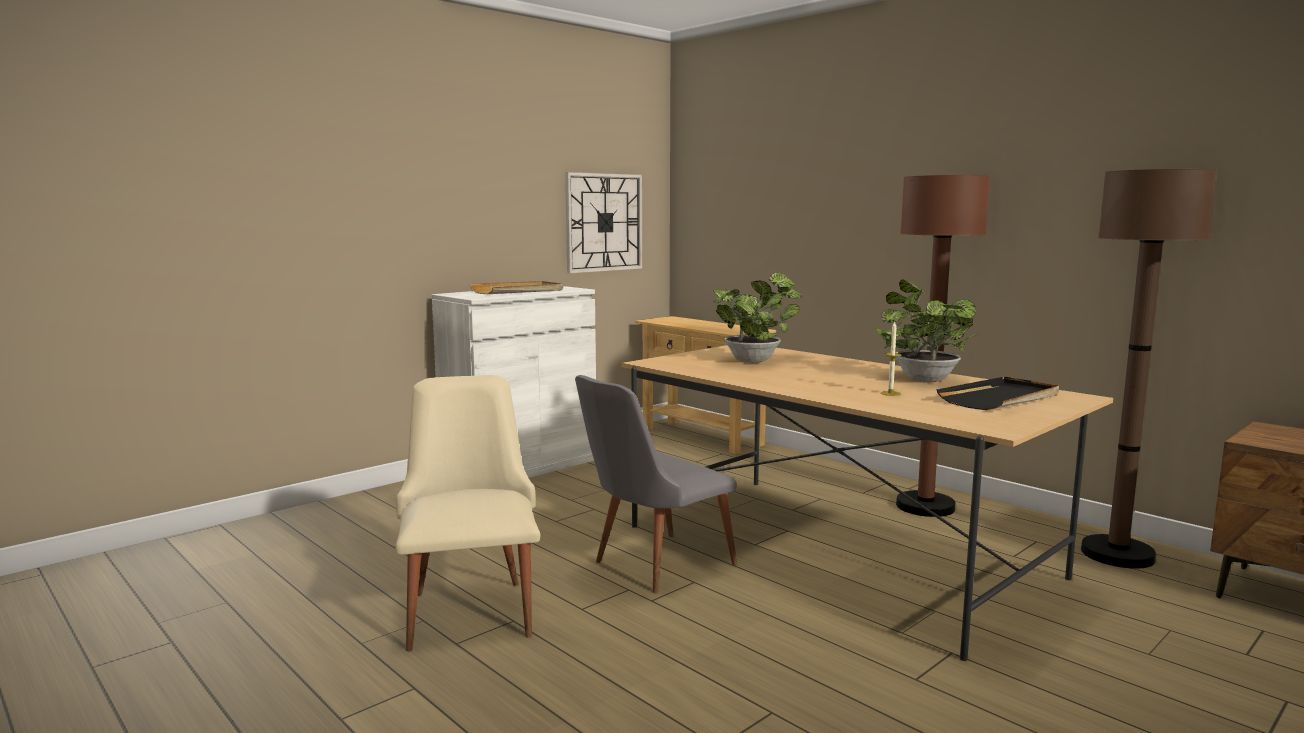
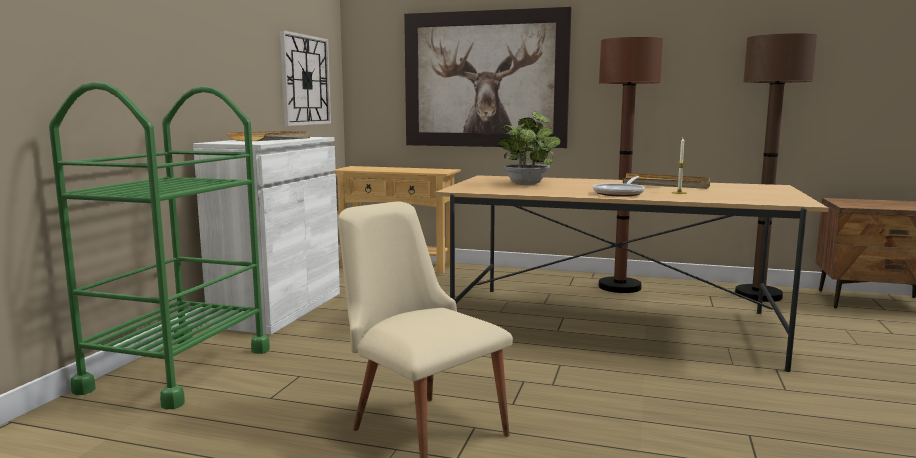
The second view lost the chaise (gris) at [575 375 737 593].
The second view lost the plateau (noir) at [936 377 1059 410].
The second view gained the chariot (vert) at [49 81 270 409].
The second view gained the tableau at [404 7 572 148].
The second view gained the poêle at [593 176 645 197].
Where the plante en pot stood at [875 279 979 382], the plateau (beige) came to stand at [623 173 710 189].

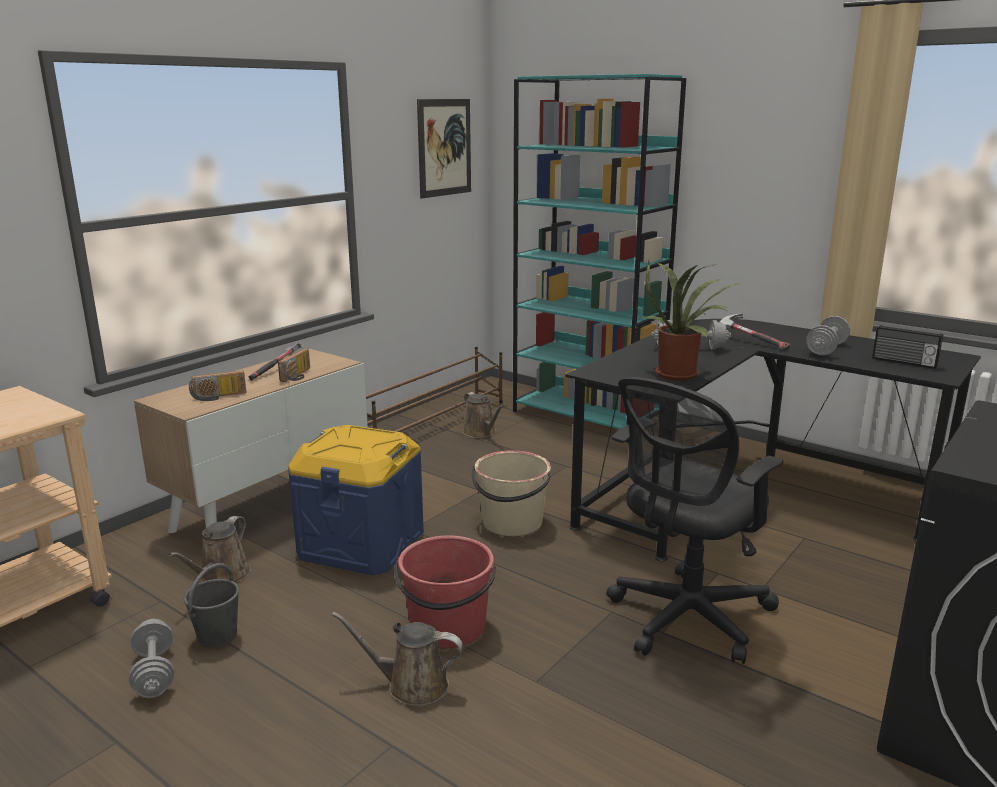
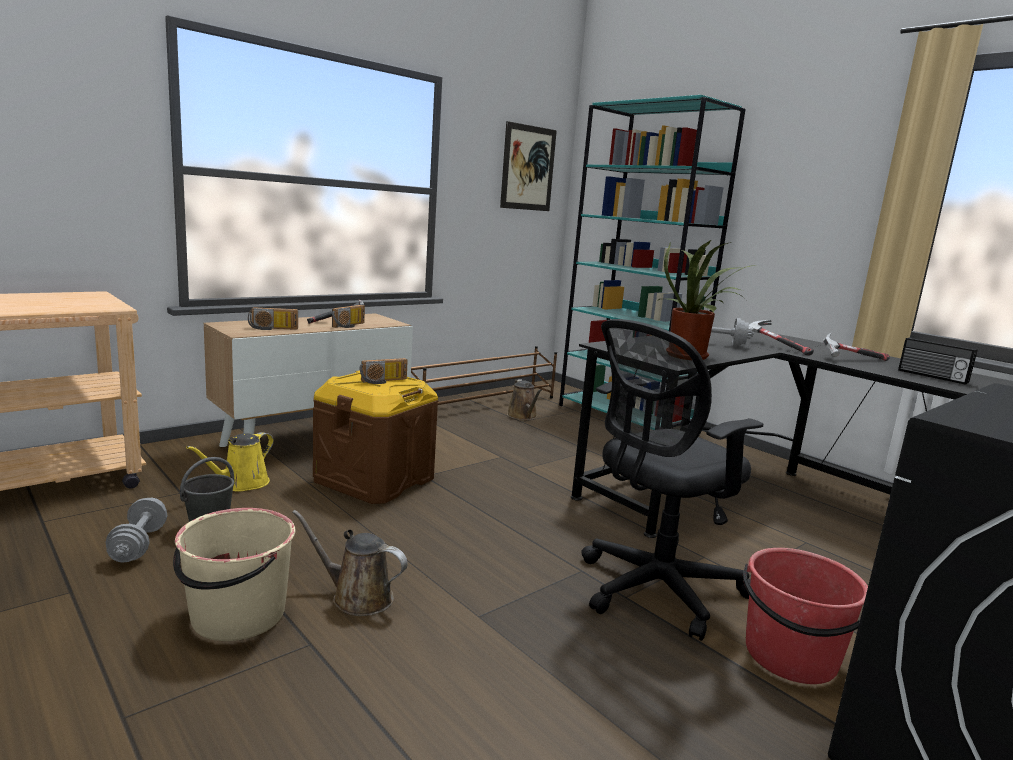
The second view gained the radio at [360 358 408 384].
The seau (rouge) ended up elsewhere, having gone from [394 535 496 649] to [743 548 868 684].
The seau (beige) ended up elsewhere, having gone from [471 450 551 536] to [173 508 295 641].
Where the haltère (gris) stood at [806 316 850 355], the marteau came to stand at [823 332 890 361].
What was the arrosoir (marron) at [169 516 251 583] turned into the arrosoir (jaune) at [186 432 274 492].
What was the boîte de rangement (bleu) at [288 425 424 575] turned into the boîte de rangement (marron) at [313 371 438 504].

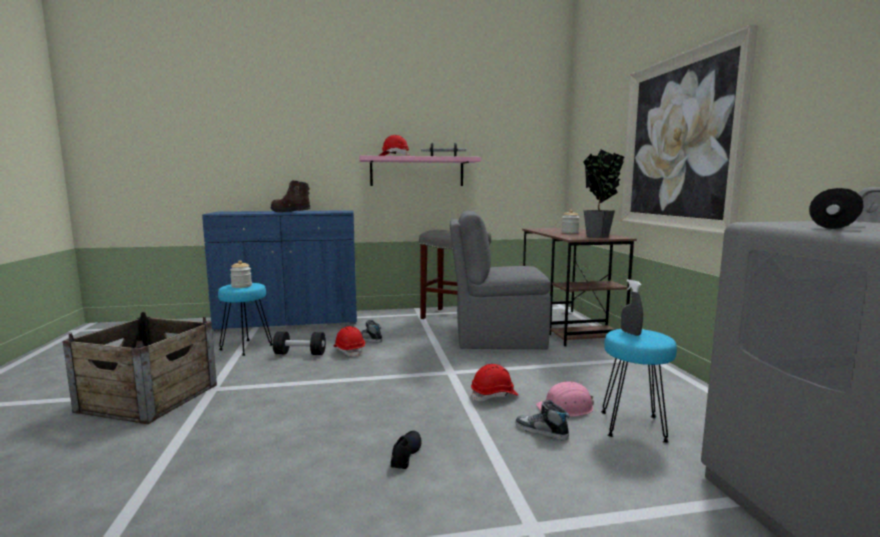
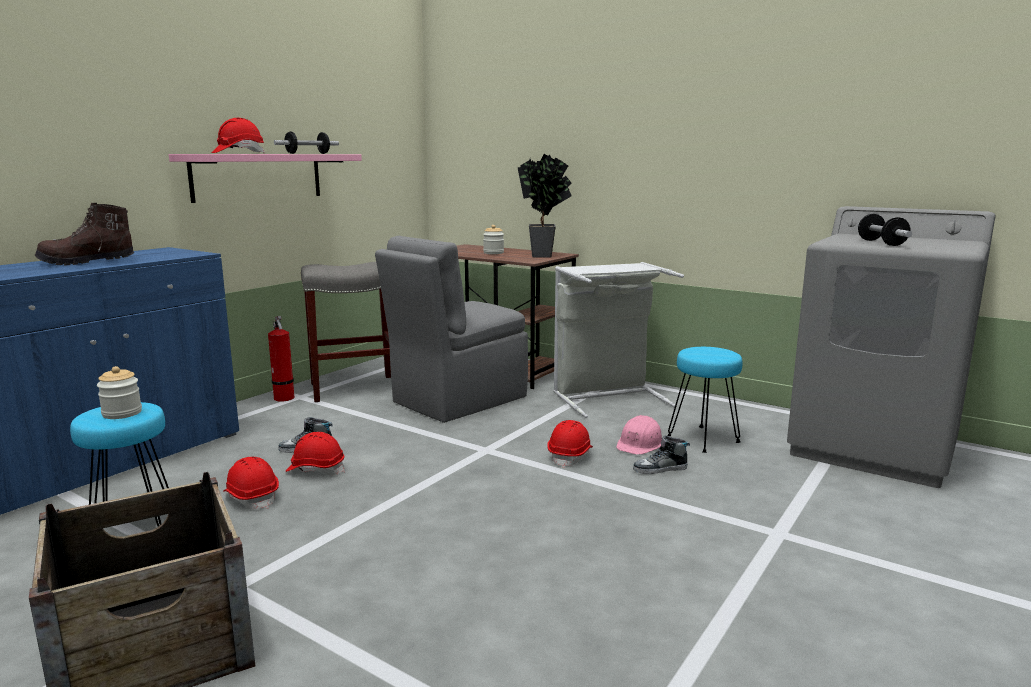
The second view lost the chaussure (noir) at [391 431 421 469].
The second view lost the tableau at [621 25 758 235].
The second view lost the vaporisateur (gris) at [621 279 643 336].
The second view gained the extincteur at [268 316 294 402].
The second view gained the panier à linge (gris) at [553 262 684 418].
Where the haltère (noir) stood at [273 332 326 355], the casque de chantier (rouge) came to stand at [223 457 279 509].

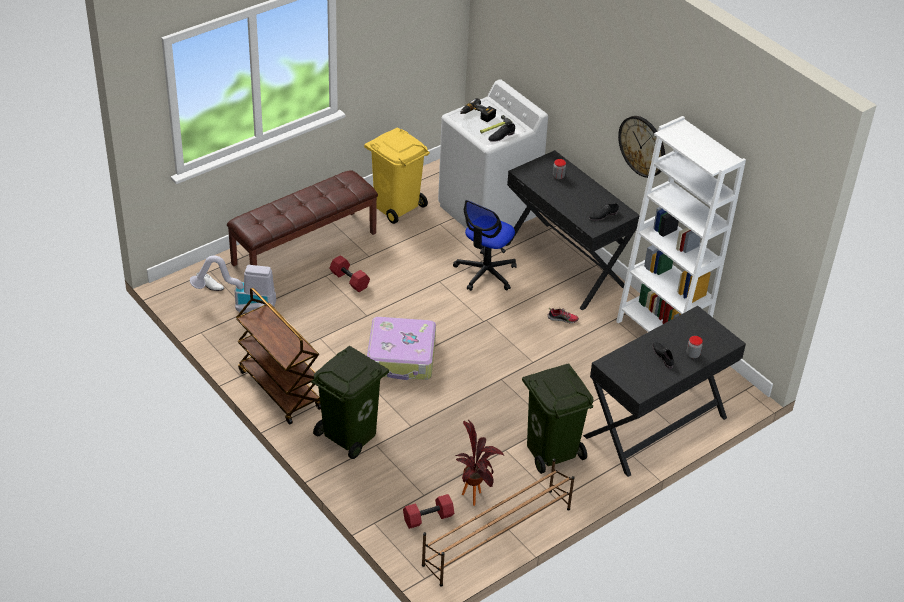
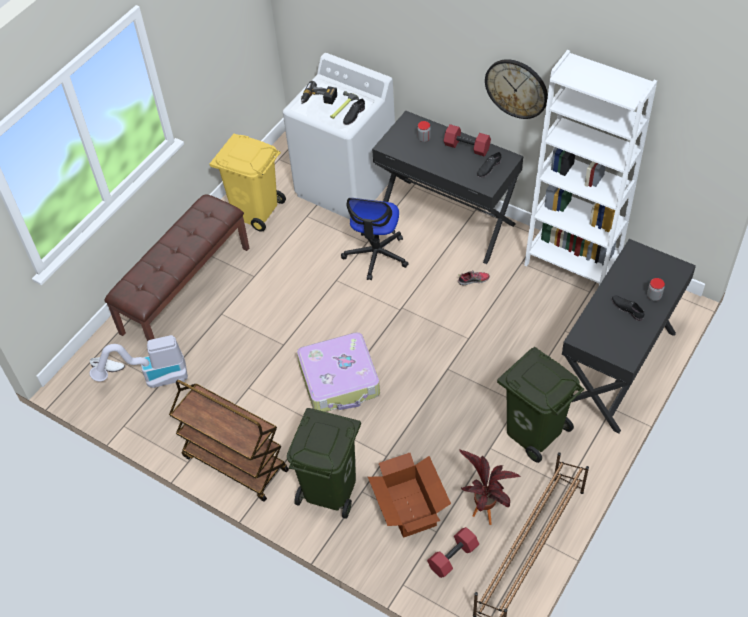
The second view gained the carton at [368 453 451 538].
The haltère (rouge) ended up elsewhere, having gone from [329 255 370 292] to [444 124 491 157].

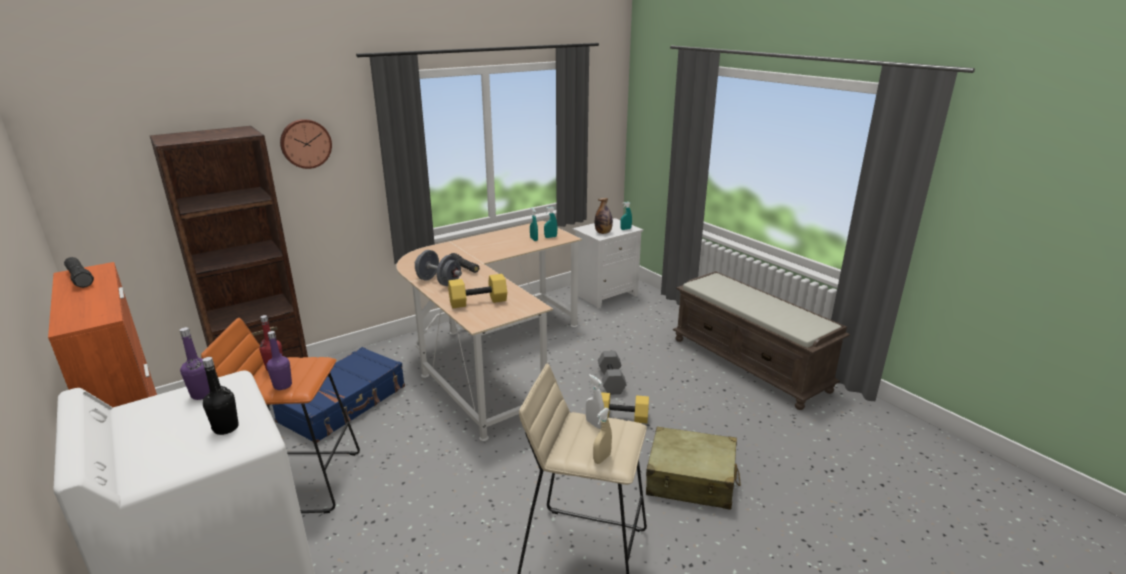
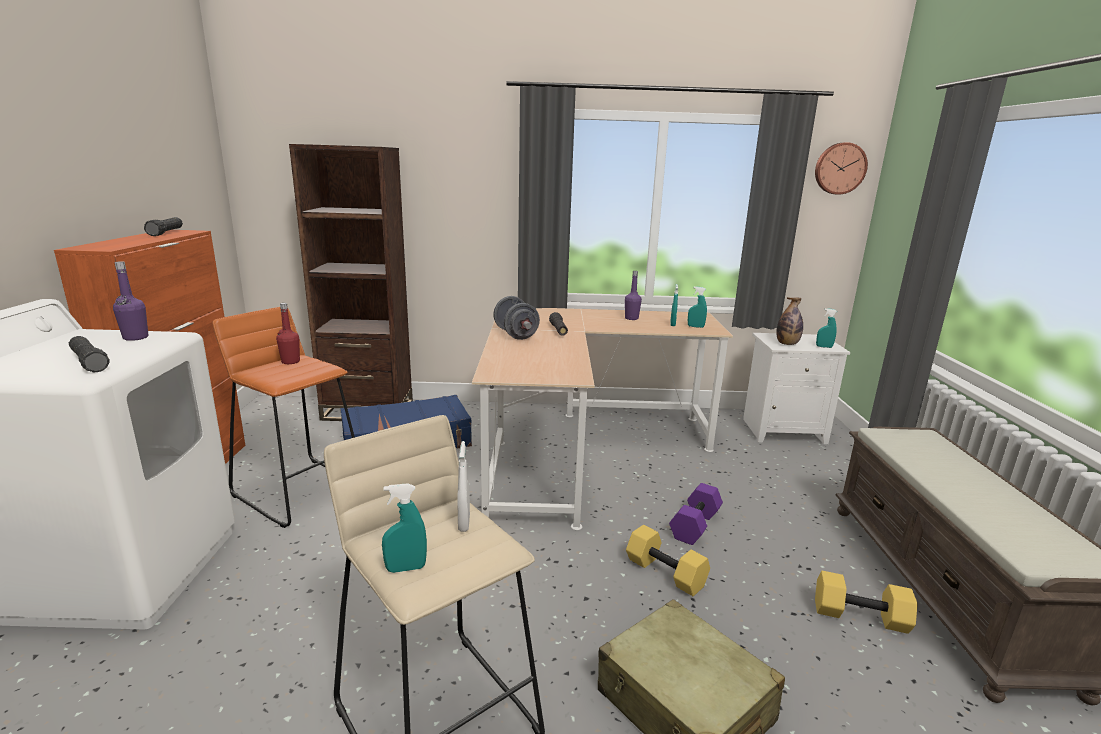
The bouteille (violet) ended up elsewhere, having gone from [266 331 292 390] to [625 271 642 320].
The horloge murale ended up elsewhere, having gone from [280 119 332 169] to [815 142 868 195].
The haltère (jaune) ended up elsewhere, having gone from [448 274 507 308] to [815 571 918 634].
Where the bouteille (noir) stood at [202 357 239 435], the lampe de poche (noir) came to stand at [69 336 110 372].
What was the vaporisateur (beige) at [593 408 612 464] turned into the vaporisateur (turquoise) at [382 483 427 573].
What was the haltère (gris) at [598 351 627 395] turned into the haltère (violet) at [669 483 723 545].

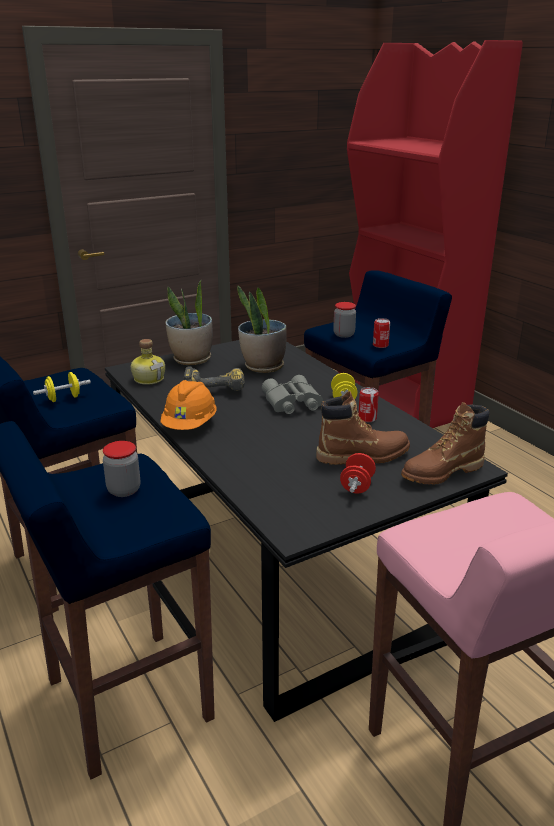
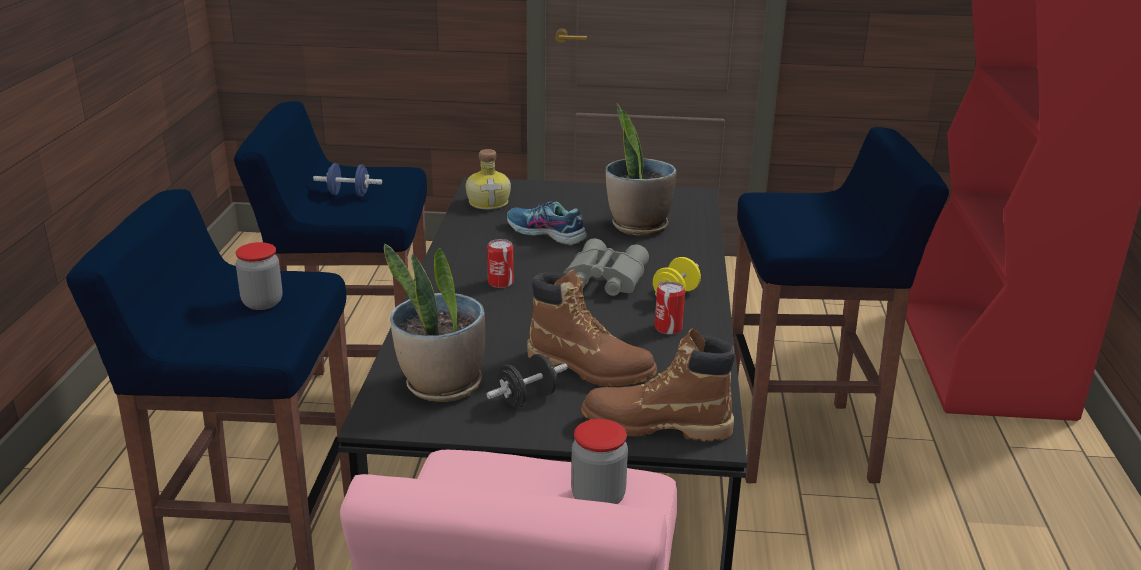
The second view lost the casque de chantier (orange) at [161 380 217 430].
The plante en pot ended up elsewhere, having gone from [165 280 213 365] to [384 244 485 402].
The bocal ended up elsewhere, having gone from [333 302 356 338] to [571 419 628 504].
The boîte métallique ended up elsewhere, having gone from [373 318 390 348] to [487 239 514 288].
Where the perceuse stood at [184 366 245 391], the chaussure came to stand at [507 201 587 245].
What was the haltère (jaune) at [33 372 91 402] turned into the haltère (bleu) at [313 163 382 197].
What was the haltère (rouge) at [340 453 376 494] turned into the haltère (noir) at [486 354 568 407].

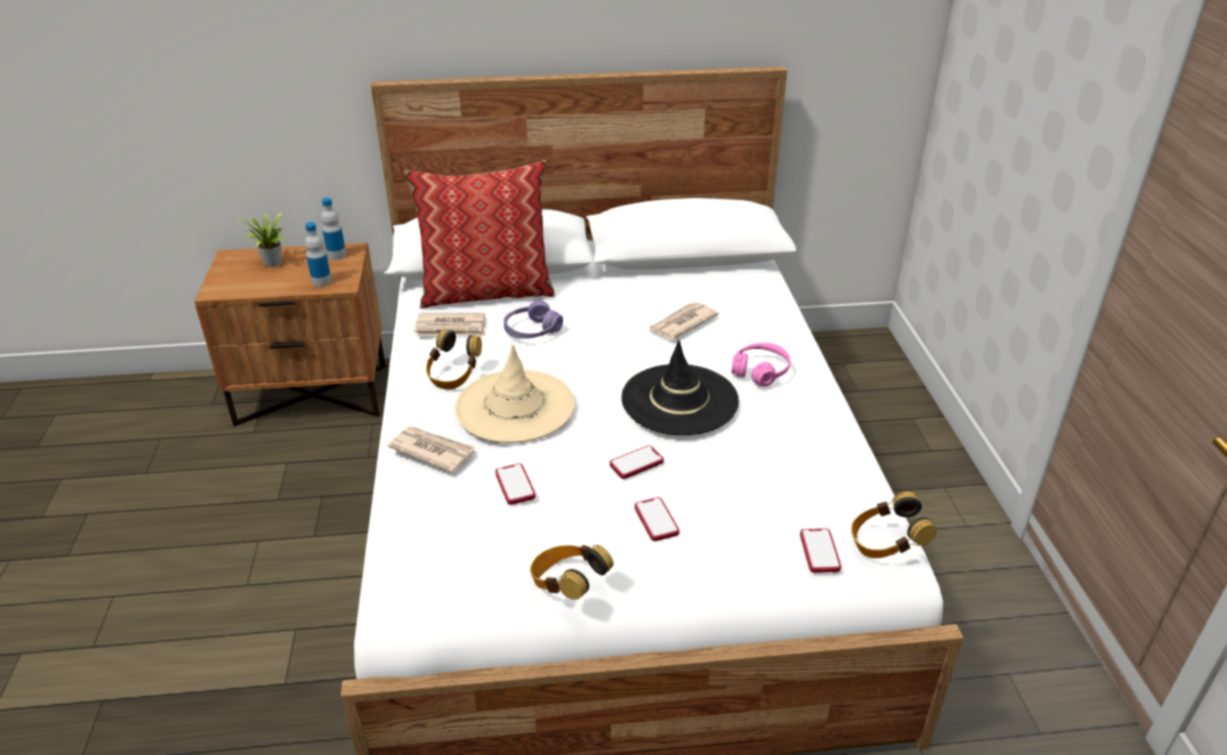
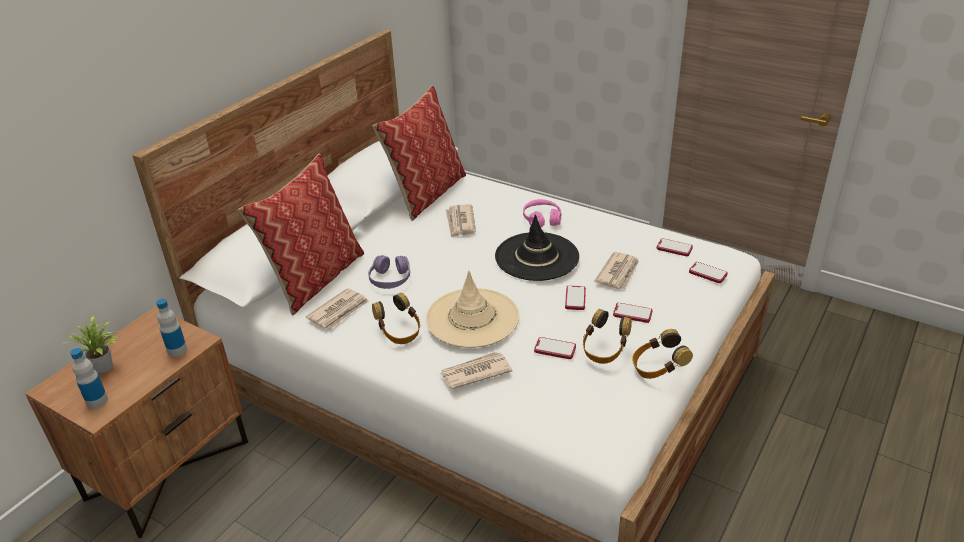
The second view gained the coussin at [372 85 466 221].
The second view gained the journal at [594 252 639 289].
The second view gained the téléphone at [657 238 693 256].
The bouteille ended up elsewhere, having gone from [321 197 346 260] to [70 348 108 409].
The casque audio ended up elsewhere, having gone from [851 491 937 558] to [583 309 632 364].

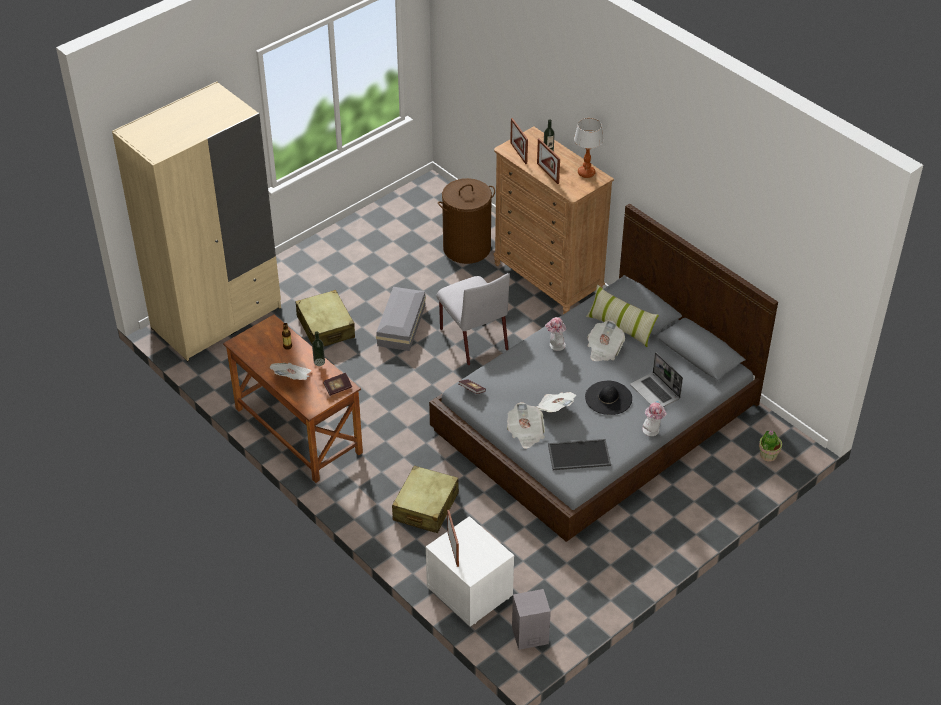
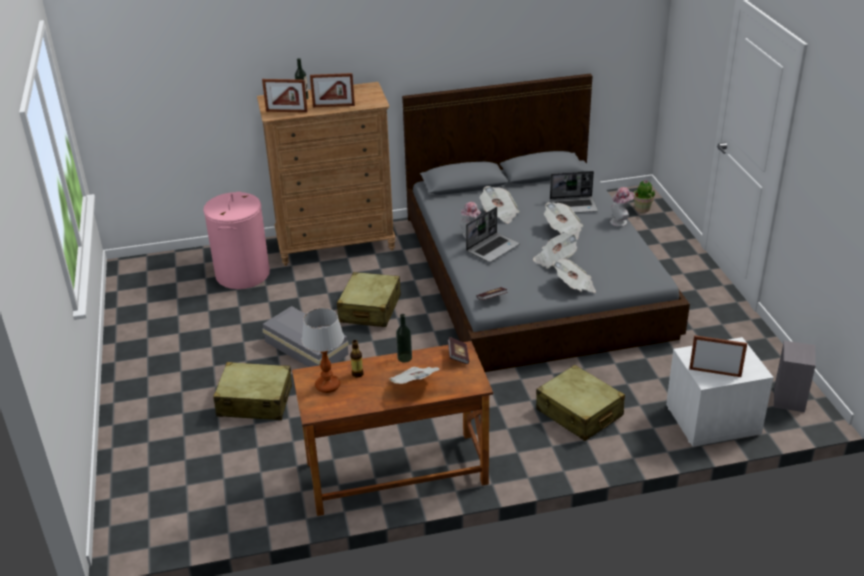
The second view lost the armoire (beige) at [112 81 281 362].
The second view lost the plateau at [548 439 611 470].
The second view lost the coussin at [586 285 659 347].
The second view gained the ordinateur portable at [466 207 520 262].
The lampe de table ended up elsewhere, having gone from [574 118 604 178] to [302 308 344 393].
Where the chaise (gris) stood at [436 273 510 365], the valise (beige) came to stand at [337 272 401 327].
Where the chapeau (noir) stood at [585 381 632 415], the journal came to stand at [544 202 583 237].
What was the panier à linge (marron) at [438 178 495 264] turned into the panier à linge (rose) at [203 192 270 289].

